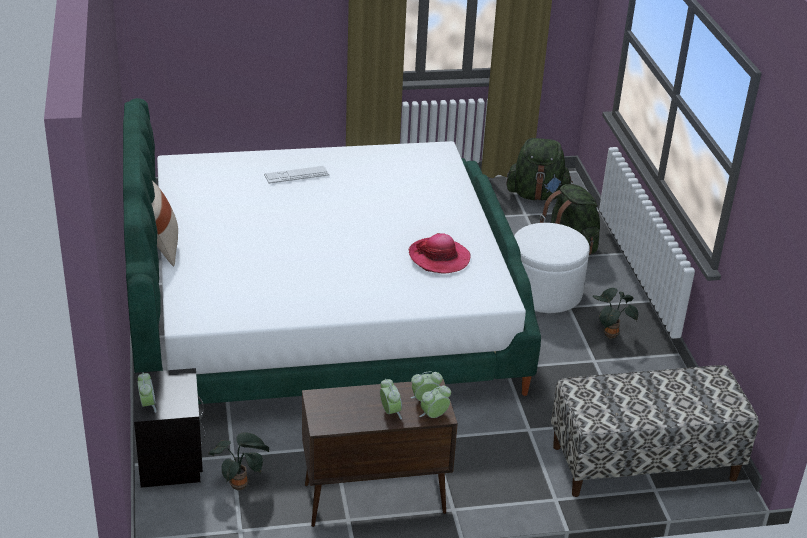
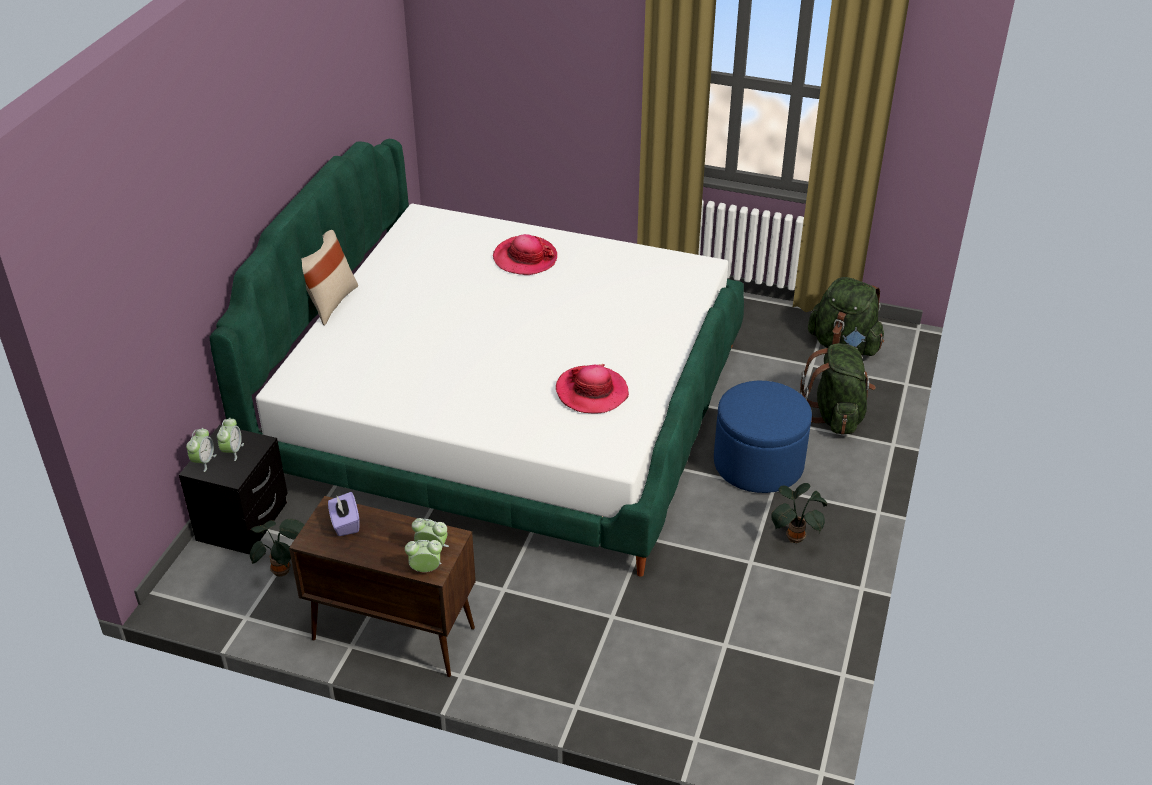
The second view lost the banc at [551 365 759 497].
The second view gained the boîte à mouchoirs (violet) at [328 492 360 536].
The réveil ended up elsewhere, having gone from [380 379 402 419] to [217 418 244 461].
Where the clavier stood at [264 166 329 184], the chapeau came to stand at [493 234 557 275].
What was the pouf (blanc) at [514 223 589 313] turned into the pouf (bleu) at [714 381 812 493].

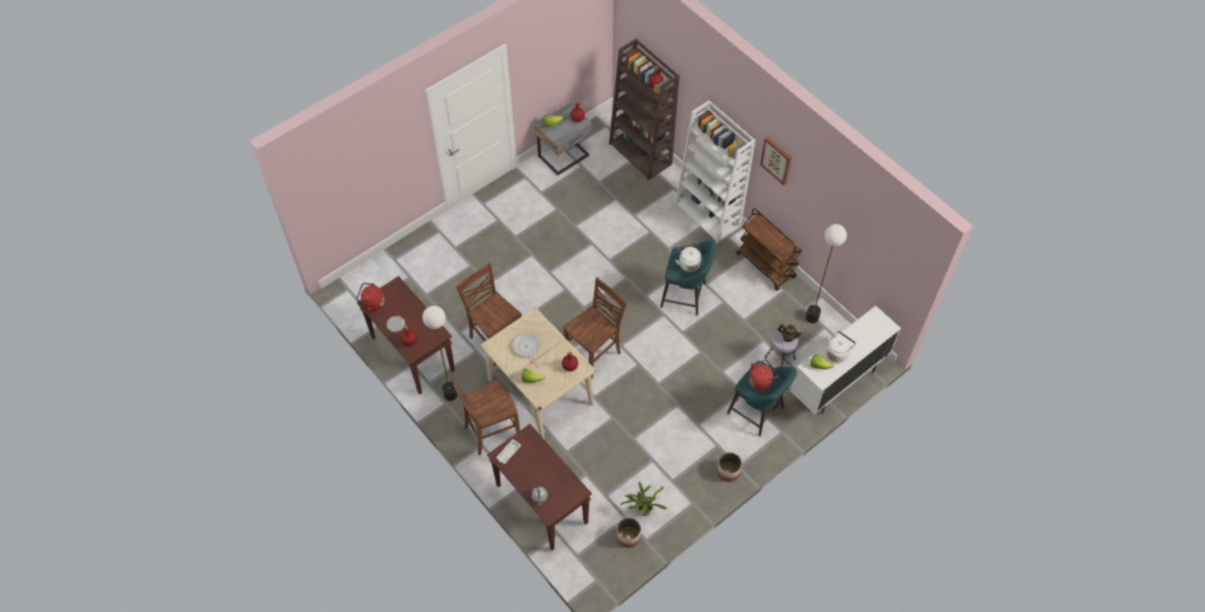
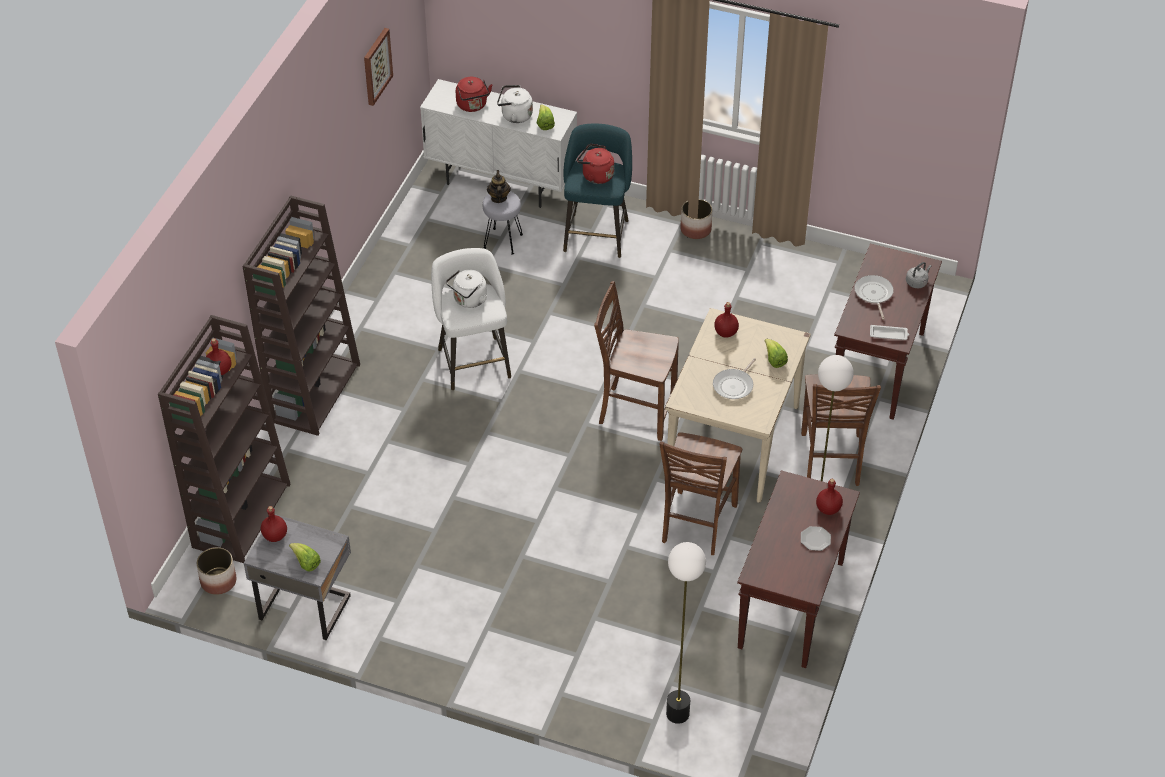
The second view lost the plante en pot at [620 482 667 516].
The second view lost the chariot (marron) at [736 208 802 291].
The second view gained the poêle at [855 275 894 320].
The bouilloire (rouge) ended up elsewhere, having gone from [356 283 385 311] to [456 77 492 112].
The cache-pot ended up elsewhere, having gone from [616 518 641 548] to [196 547 236 595].
The tableau ended up elsewhere, having gone from [760 137 792 185] to [364 28 393 106].
The lampadaire ended up elsewhere, having gone from [806 224 847 323] to [666 542 706 724].
What was the tabouret (turquoise) at [660 240 716 315] turned into the tabouret (blanc) at [431 248 511 390].
What was the bibliothèque (blanc) at [675 100 756 243] turned into the bibliothèque (marron) at [243 195 360 436].
The chaise (marron) at [451 377 520 455] ended up facing another way, 60 degrees clockwise from before.

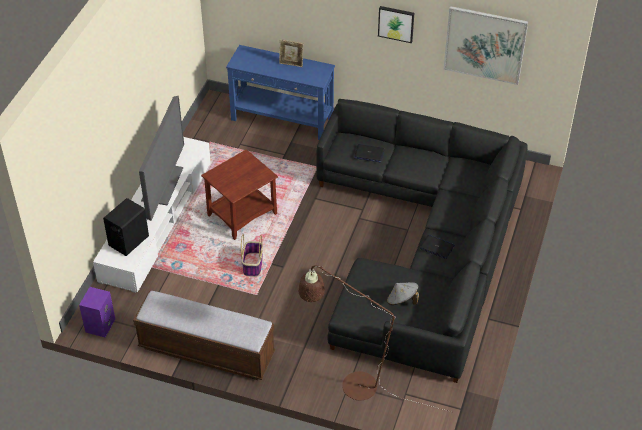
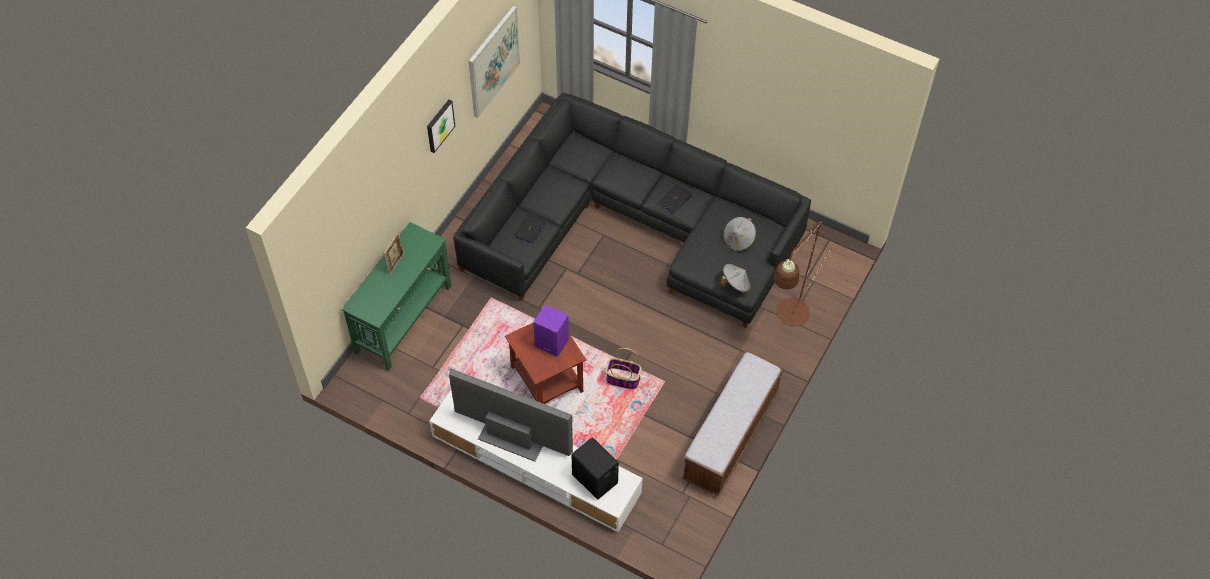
The second view gained the chapeau (gris) at [720 264 751 293].
The enceinte (violet) ended up elsewhere, having gone from [79 287 115 337] to [533 305 569 357].
What was the table console (bleu) at [226 45 335 140] turned into the table console (vert) at [342 222 451 371].

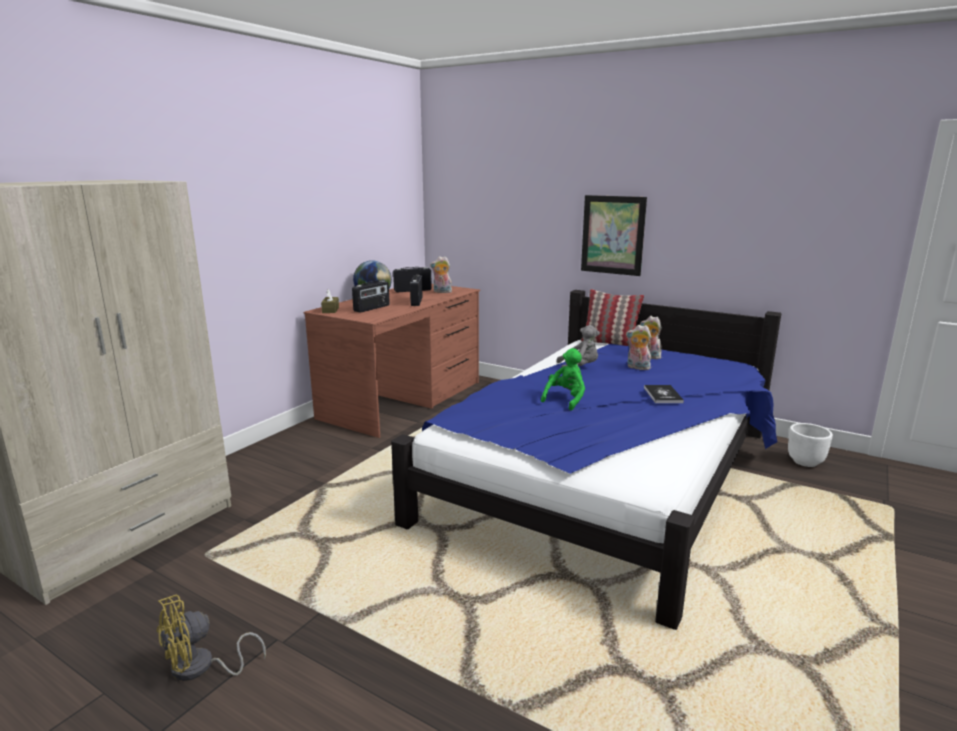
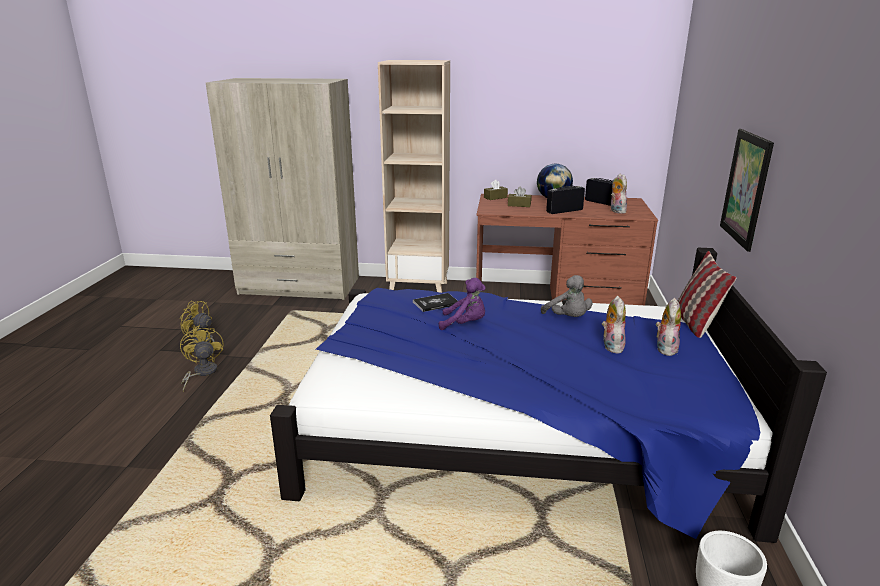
The second view gained the ventilateur (jaune) at [180 325 224 392].
The second view gained the bibliothèque (beige) at [378 60 450 293].
The livre ended up elsewhere, having gone from [644 385 684 403] to [413 293 458 312].
Where the radio stood at [352 281 390 313], the boîte à mouchoirs (marron) came to stand at [508 187 531 207].
What was the peluche (vert) at [541 348 585 410] turned into the peluche (violet) at [439 278 486 330].

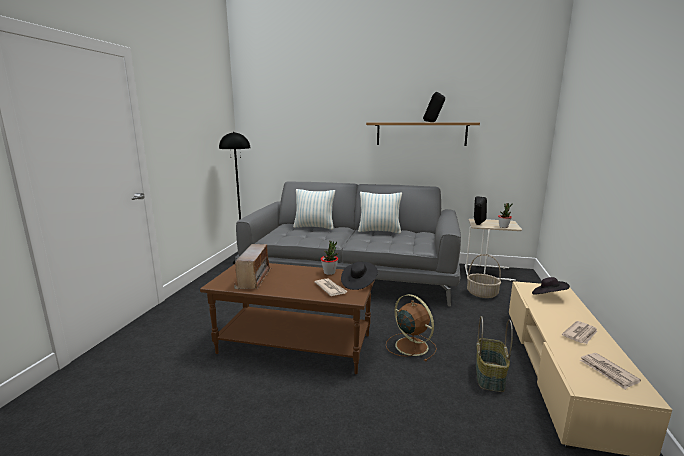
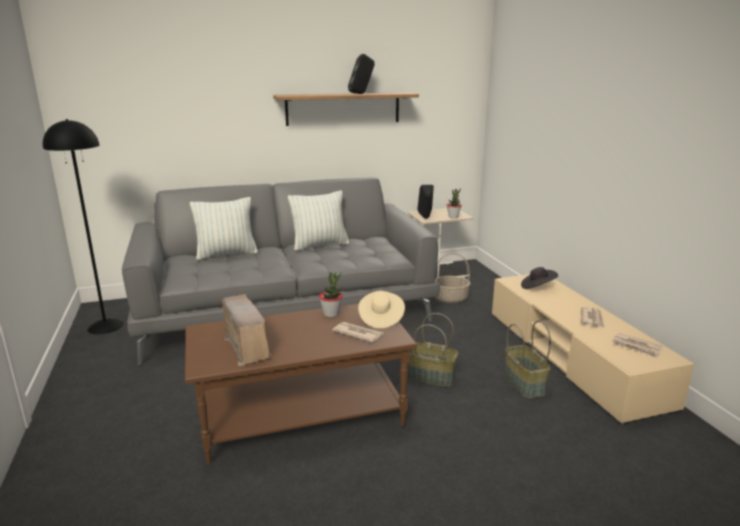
Where the ventilateur (marron) stood at [386 294 437 361], the panier came to stand at [408 313 459 387].
What was the chapeau (noir) at [341 262 378 290] turned into the chapeau (beige) at [358 291 405 329].

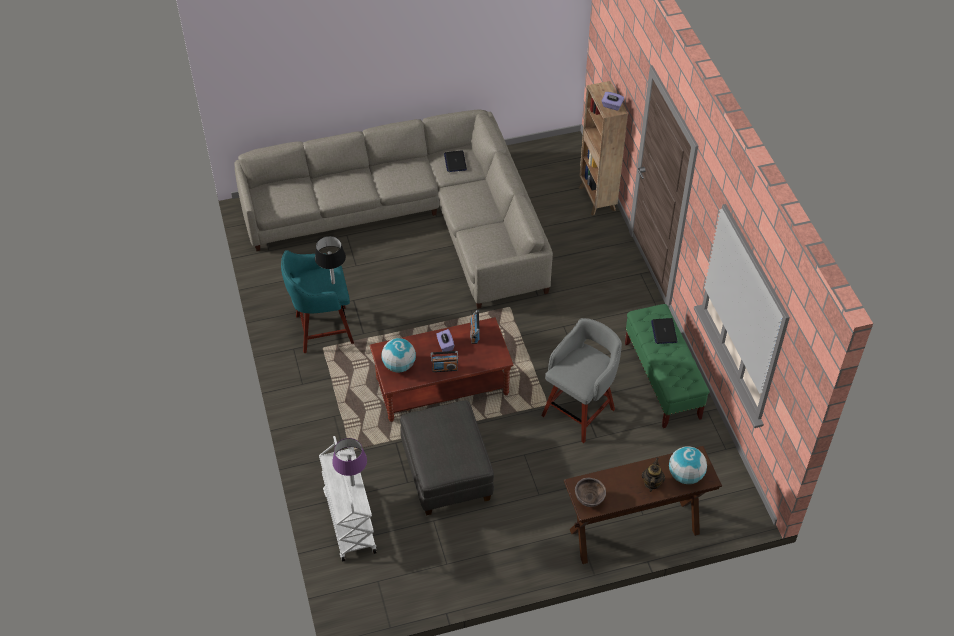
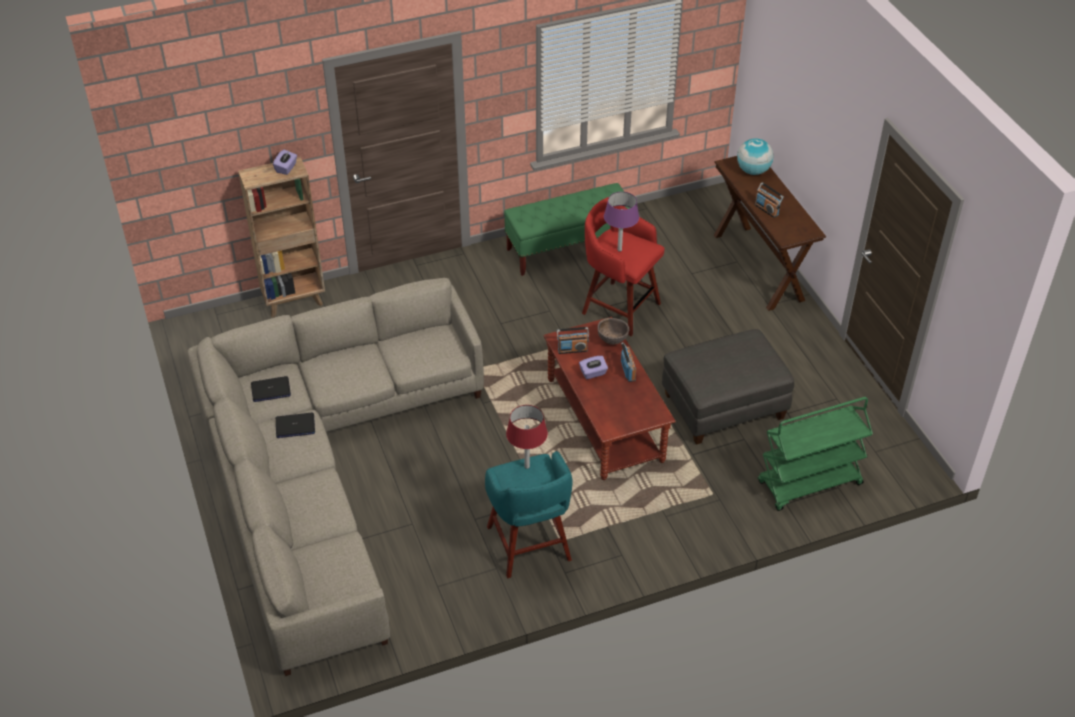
The second view lost the globe at [382 338 416 372].
The second view lost the théière at [642 458 665 492].
The second view gained the radio at [755 182 784 218].
The lampe de table (violet) ended up elsewhere, having gone from [332 438 367 486] to [604 192 639 252].
The bol (marron) ended up elsewhere, having gone from [575 478 606 507] to [597 318 629 345].
The ordinateur portable ended up elsewhere, having gone from [651 318 677 344] to [276 413 315 438].
What was the lampe de table (noir) at [315 236 346 284] turned into the lampe de table (rouge) at [506 405 548 469].
What was the chariot (blanc) at [319 436 377 562] turned into the chariot (vert) at [758 397 873 511].
What was the tabouret (gris) at [541 318 622 443] turned into the tabouret (rouge) at [582 197 665 336].

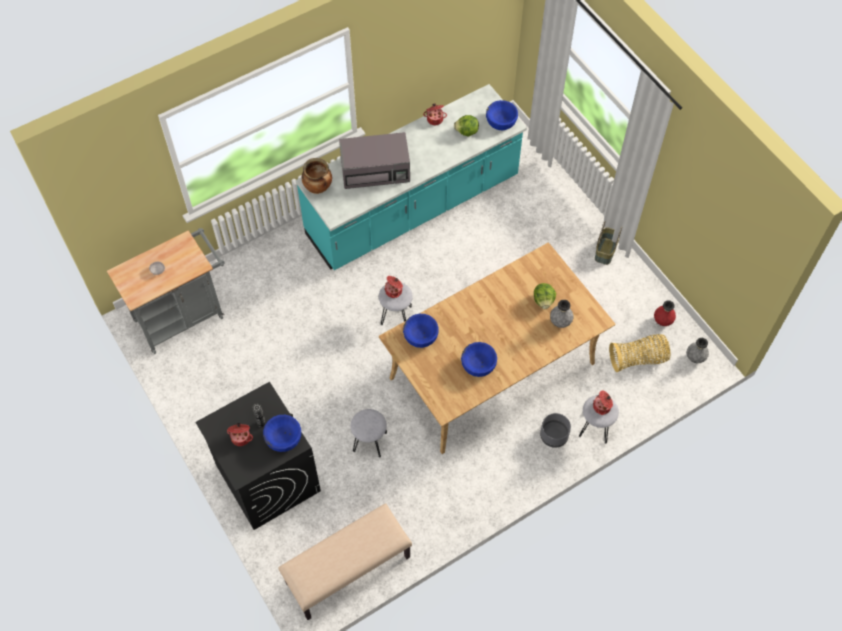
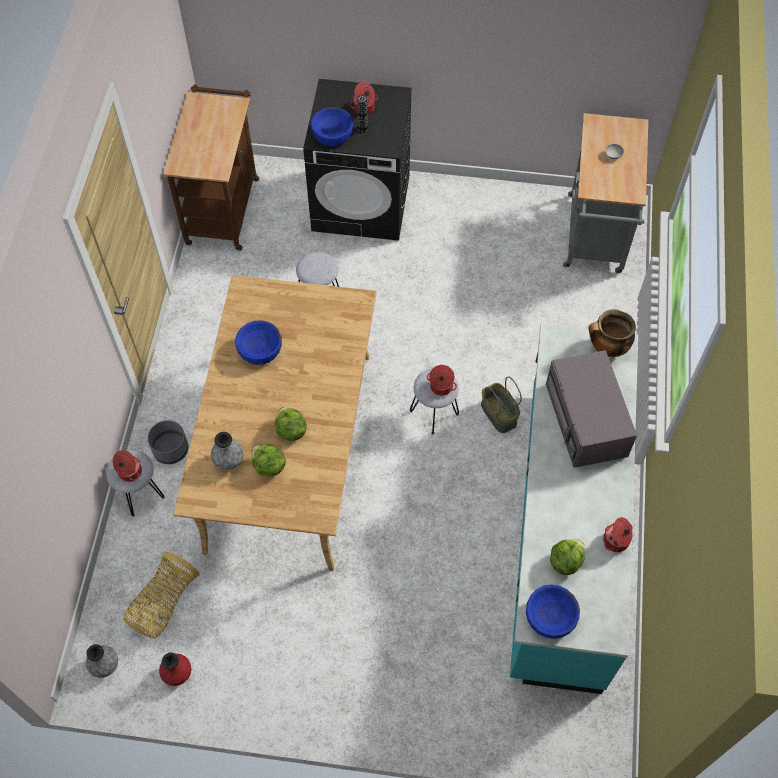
The second view lost the bol (bleu) at [403 314 439 348].
The second view gained the laitue at [275 407 306 441].
The panier ended up elsewhere, having gone from [595 221 622 265] to [481 376 522 433].
Where the banc (beige) stood at [279 503 412 620], the chariot (marron) came to stand at [163 84 259 251].
The micro-ondes (gris) at [339 132 410 189] ended up facing another way, 45 degrees counterclockwise from before.

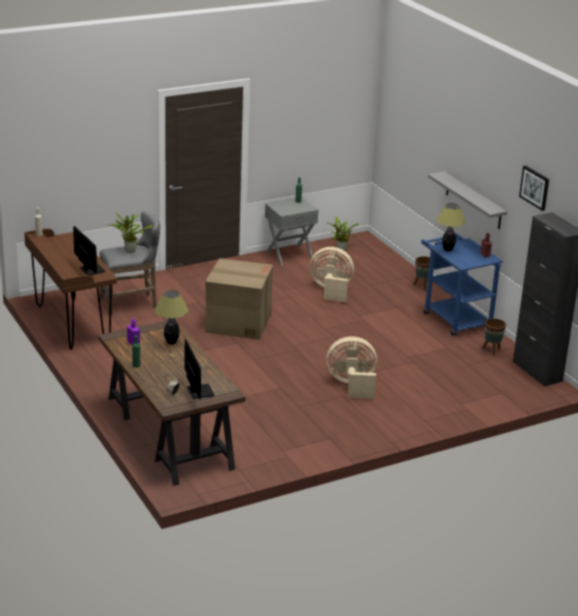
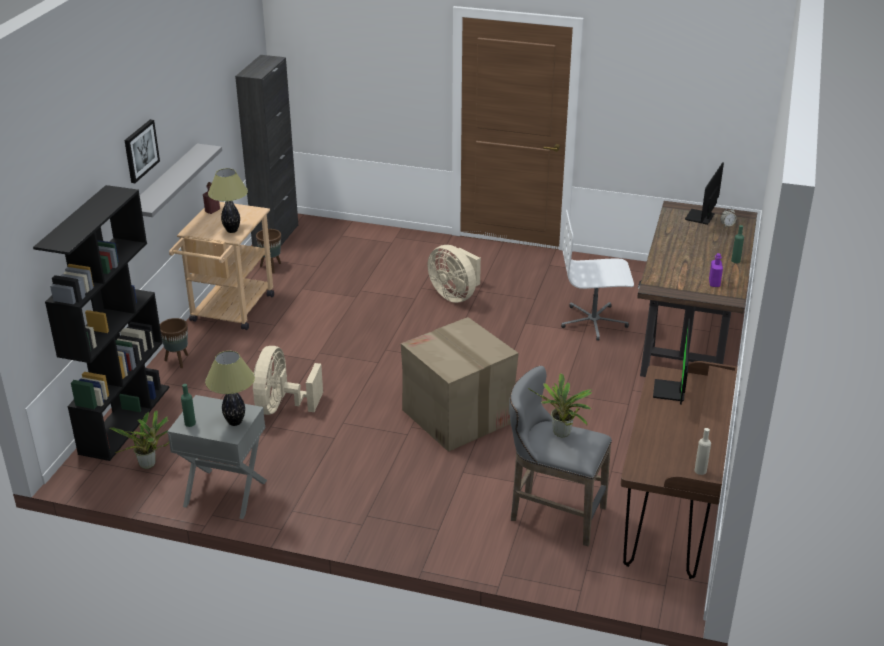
The second view gained the bibliothèque (noir) at [33 185 169 461].
The second view gained the chaise de bureau (blanc) at [561 210 634 341].
The lampe de table ended up elsewhere, having gone from [155 290 188 344] to [205 351 255 426].
The tableau ended up elsewhere, having gone from [519 166 549 211] to [124 119 160 183].
What was the chariot (bleu) at [421 233 503 336] turned into the chariot (beige) at [169 202 274 330].
The ventilateur (beige) at [309 247 354 302] ended up facing another way, 45 degrees clockwise from before.

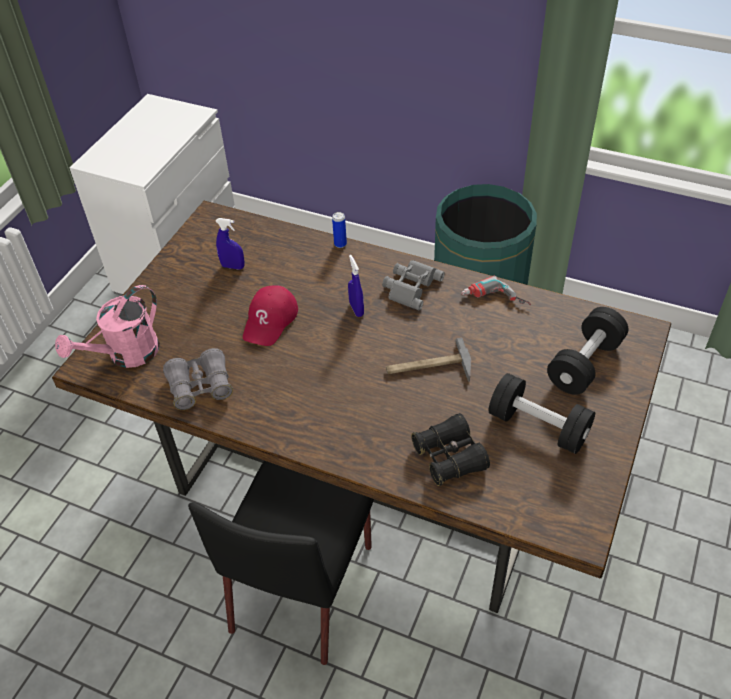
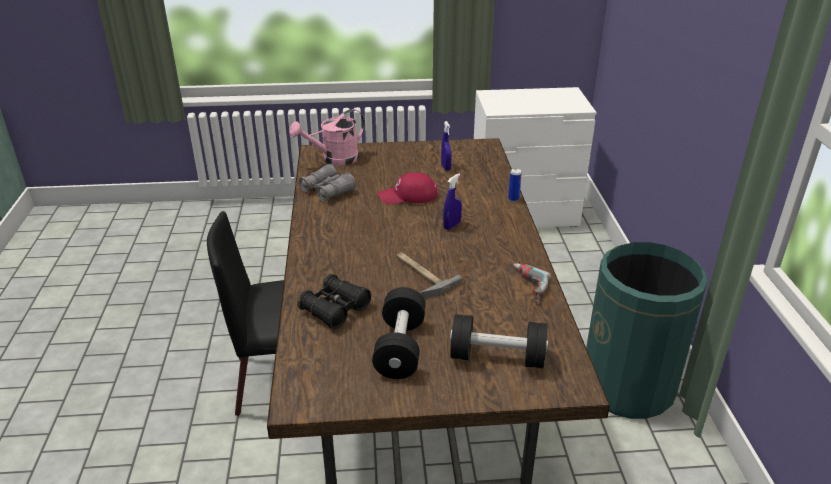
The second view lost the jumelles (gris) at [382 260 445 310].
The arrosoir (rose) at [55 285 160 368] ended up facing another way, 45 degrees counterclockwise from before.

